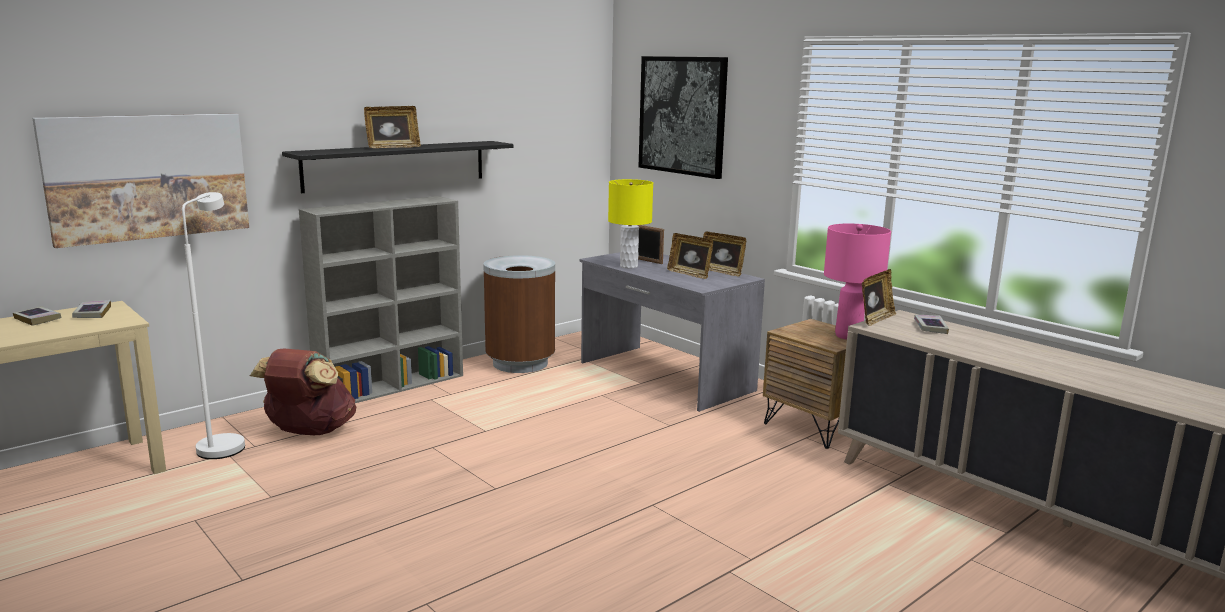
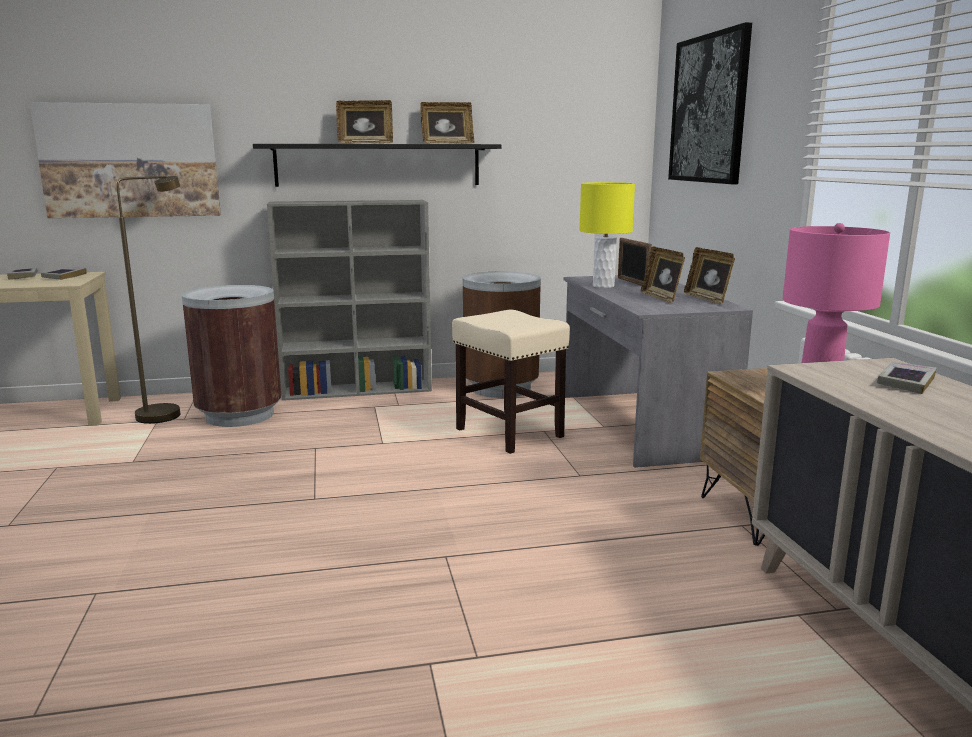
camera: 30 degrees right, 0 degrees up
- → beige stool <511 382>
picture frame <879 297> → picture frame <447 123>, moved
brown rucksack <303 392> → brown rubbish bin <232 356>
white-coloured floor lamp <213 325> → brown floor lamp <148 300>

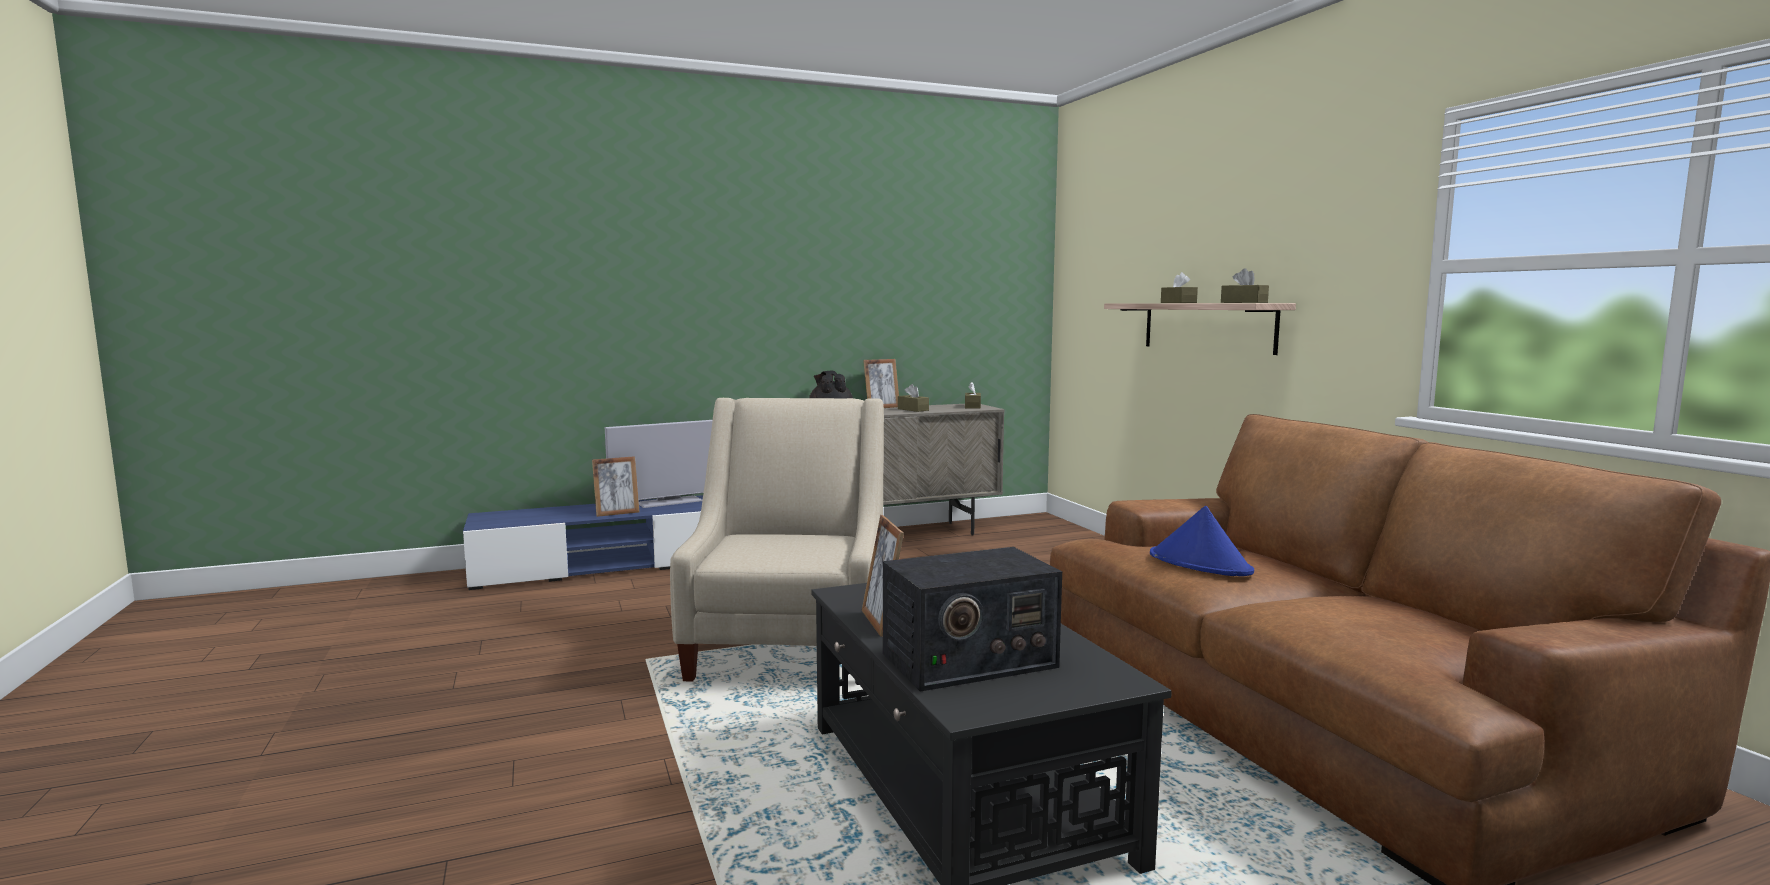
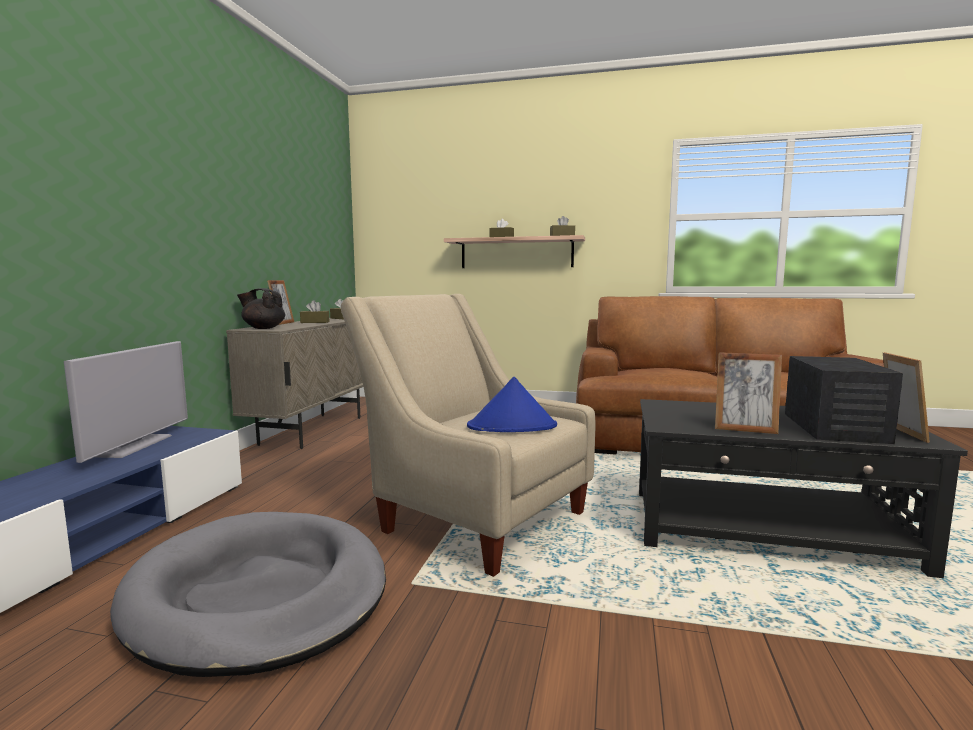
camera: 55 degrees left, 0 degrees up
- → grey pet bed <248 594>
picture frame <616 486> → picture frame <906 397>, moved
blue clothing hat <1202 541> → blue clothing hat <512 404>, moved

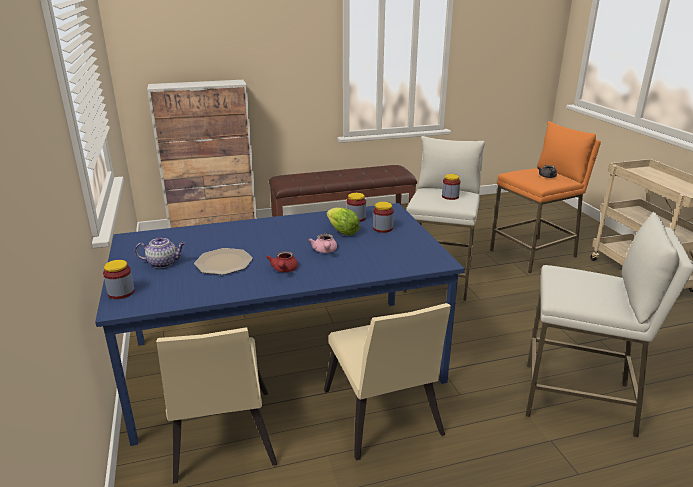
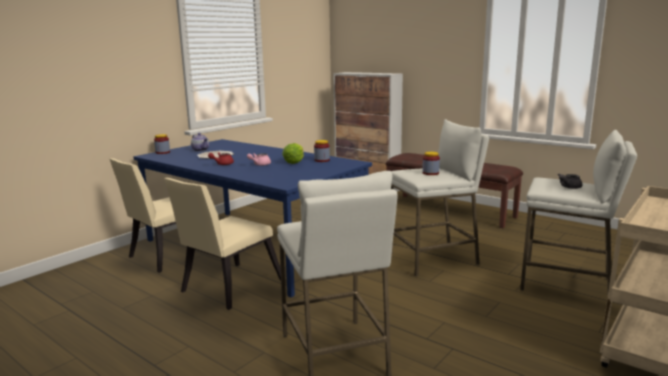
camera: 55 degrees right, 10 degrees down
jar <383 217> → -
orangey stool <545 197> → white-coloured stool <578 218>

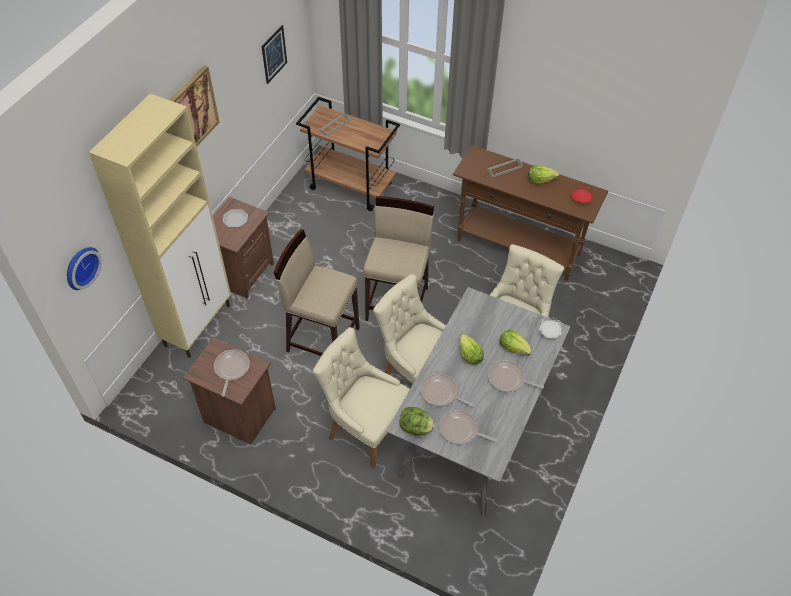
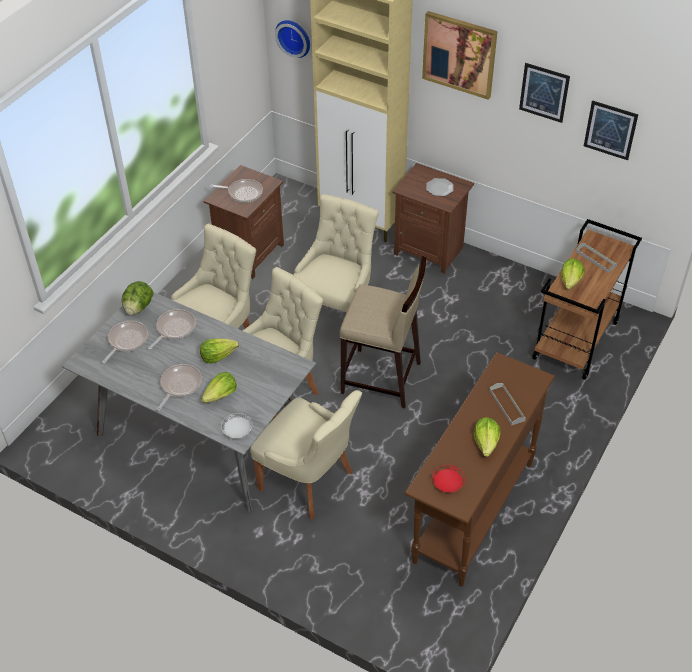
camera: 95 degrees right, 5 degrees down
- → wall art <544 93>
- → lettuce head <573 273>
beige stool <317 292> → beige upright chair <336 269>

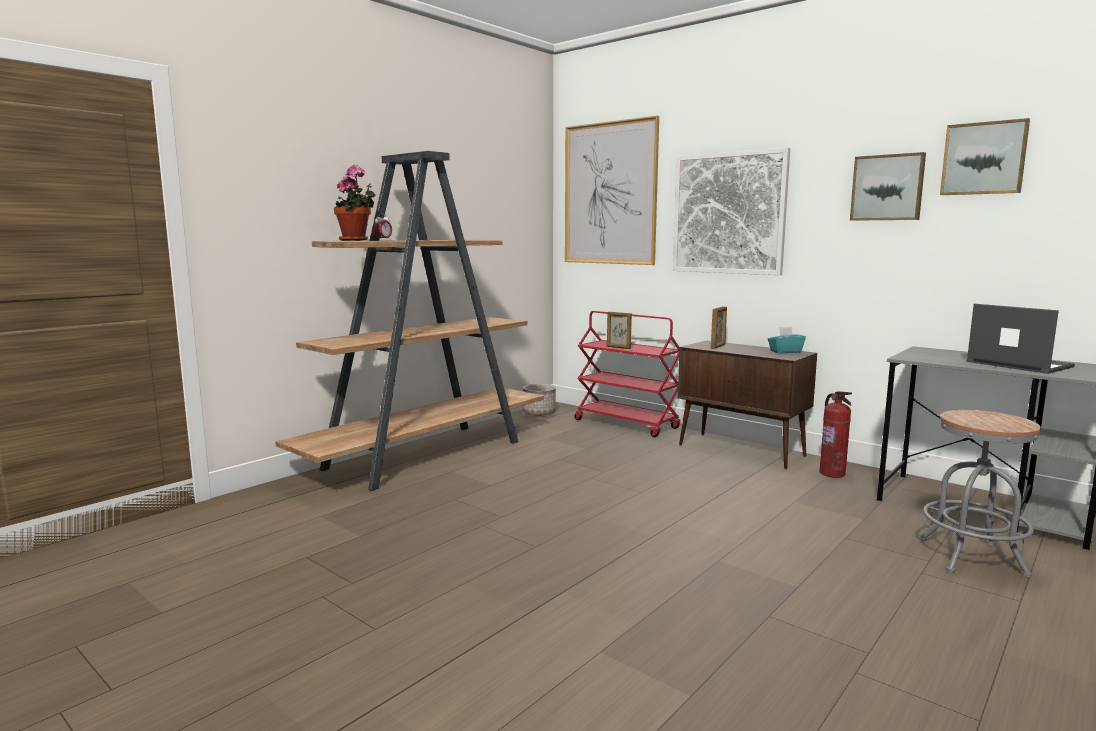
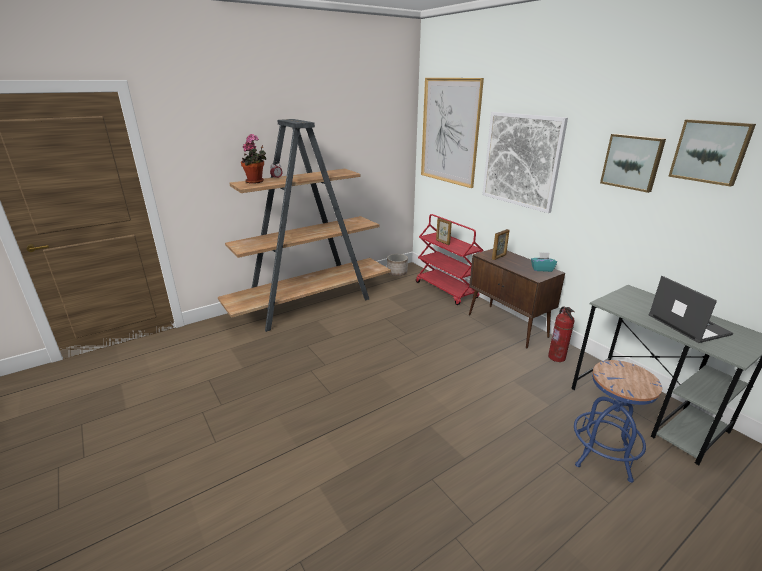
camera: 15 degrees right, 15 degrees up
grey stool <980 493> → blue stool <618 421>

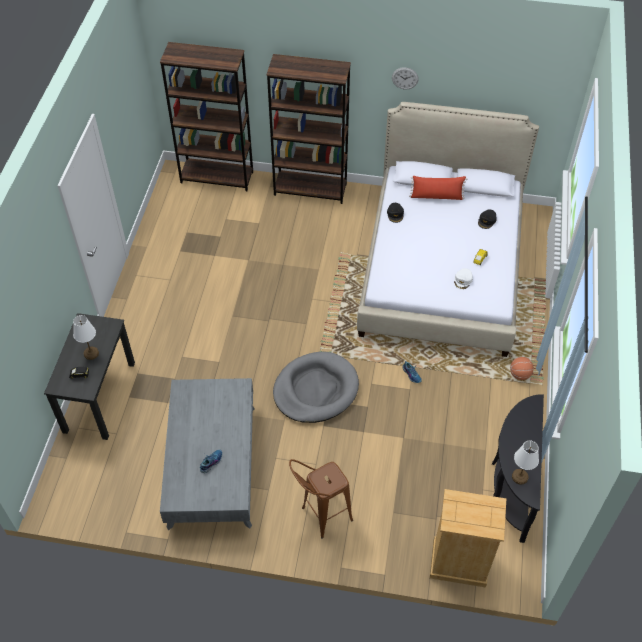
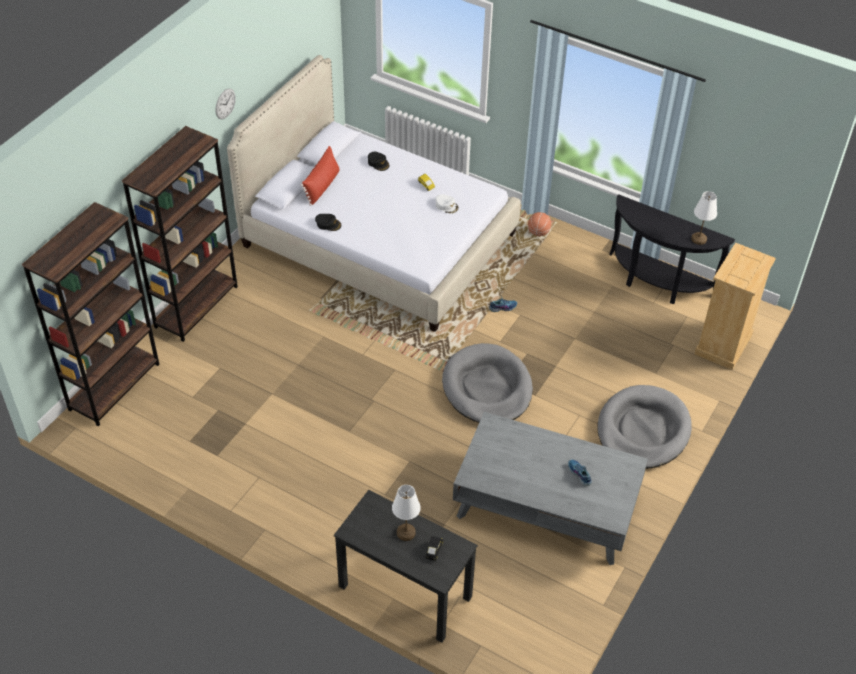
camera: 70 degrees left, 5 degrees down
brown stool <321 498> → grey pet bed <645 427>

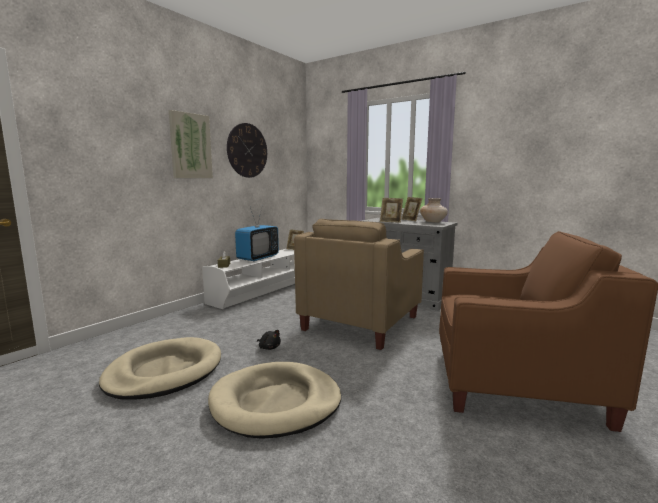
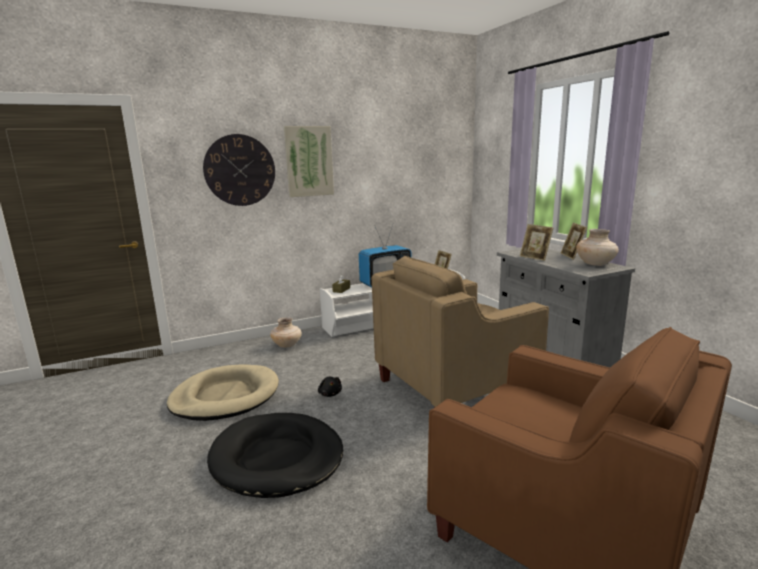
camera: 30 degrees right, 5 degrees up
- → beige flower vase <286 332>
wall clock <247 150> → wall clock <239 170>, moved
beige pet bed <274 400> → black-coloured pet bed <275 455>

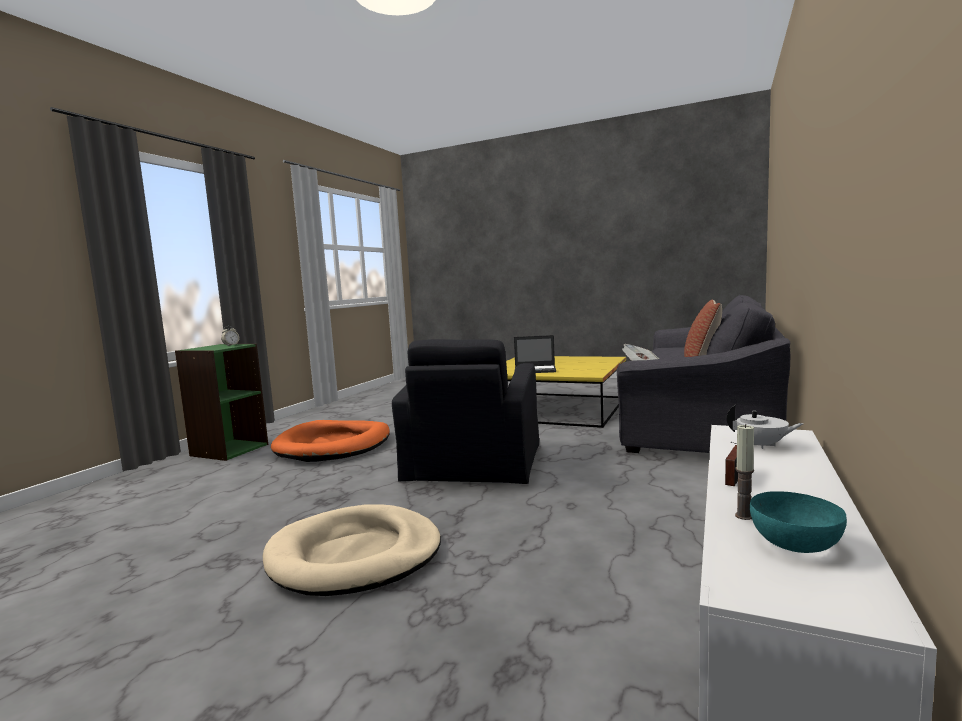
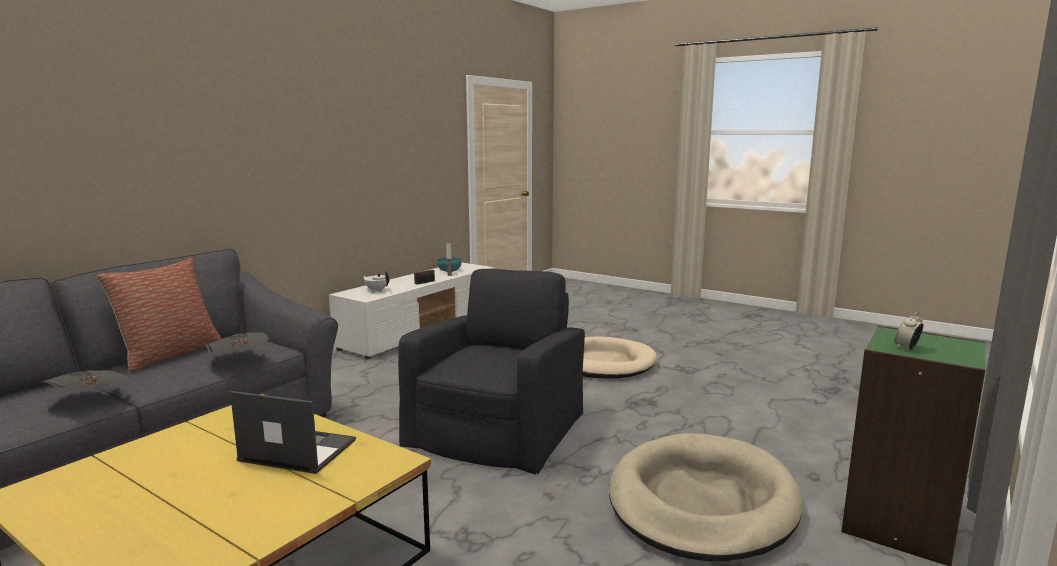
camera: 170 degrees left, 5 degrees up
- → printed paper <85 379>
orangey pet bed <330 441> → beige pet bed <706 497>

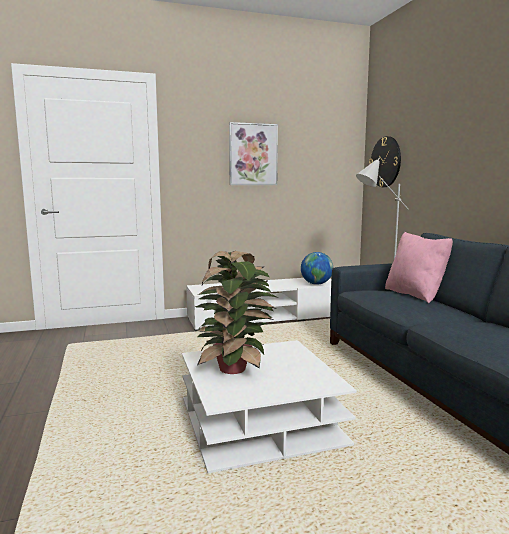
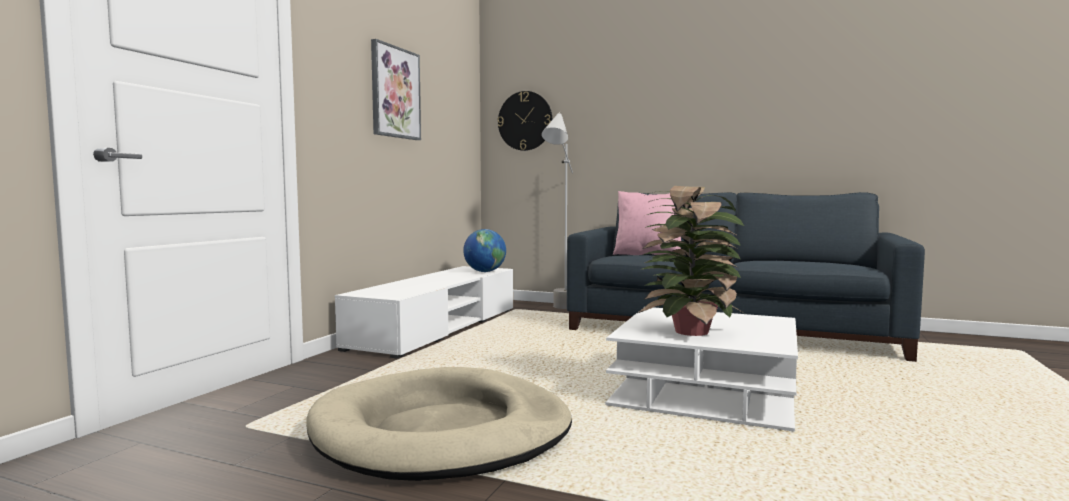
camera: 50 degrees left, 5 degrees down
- → beige pet bed <439 424>

